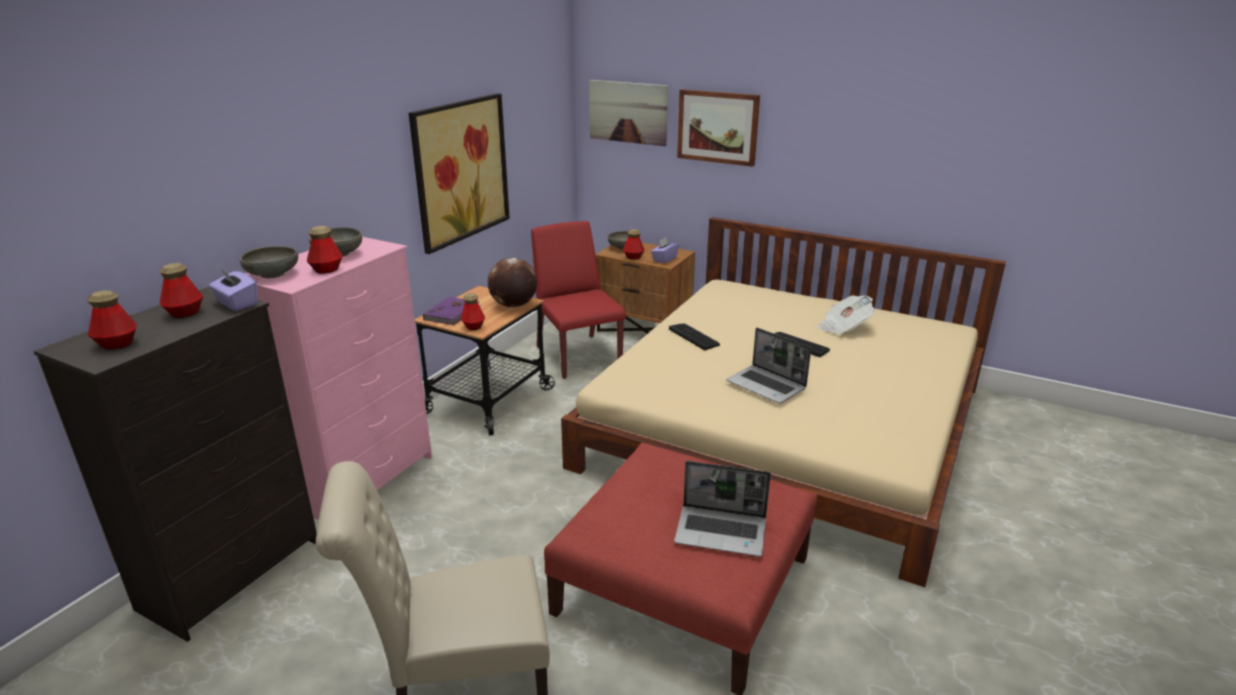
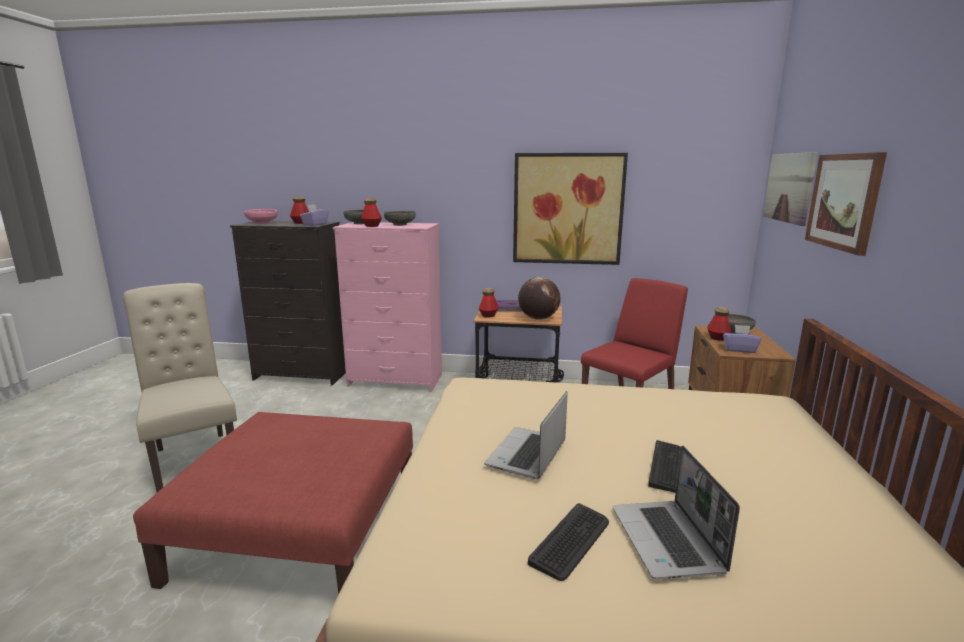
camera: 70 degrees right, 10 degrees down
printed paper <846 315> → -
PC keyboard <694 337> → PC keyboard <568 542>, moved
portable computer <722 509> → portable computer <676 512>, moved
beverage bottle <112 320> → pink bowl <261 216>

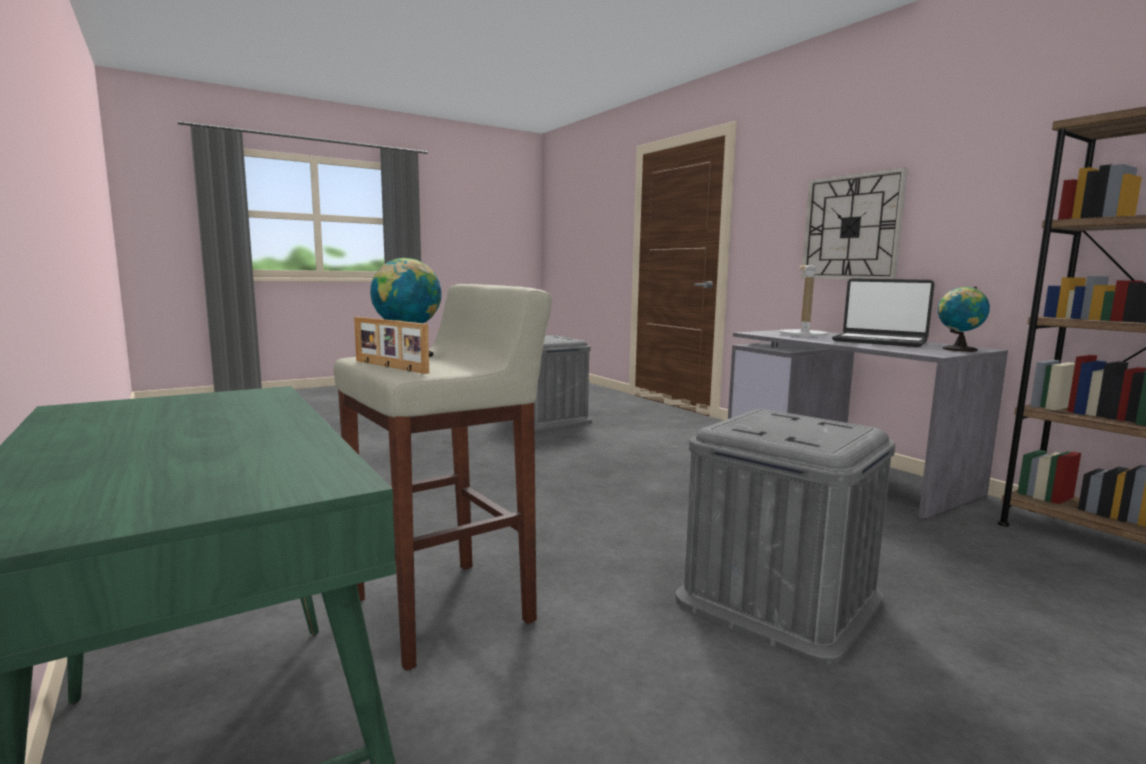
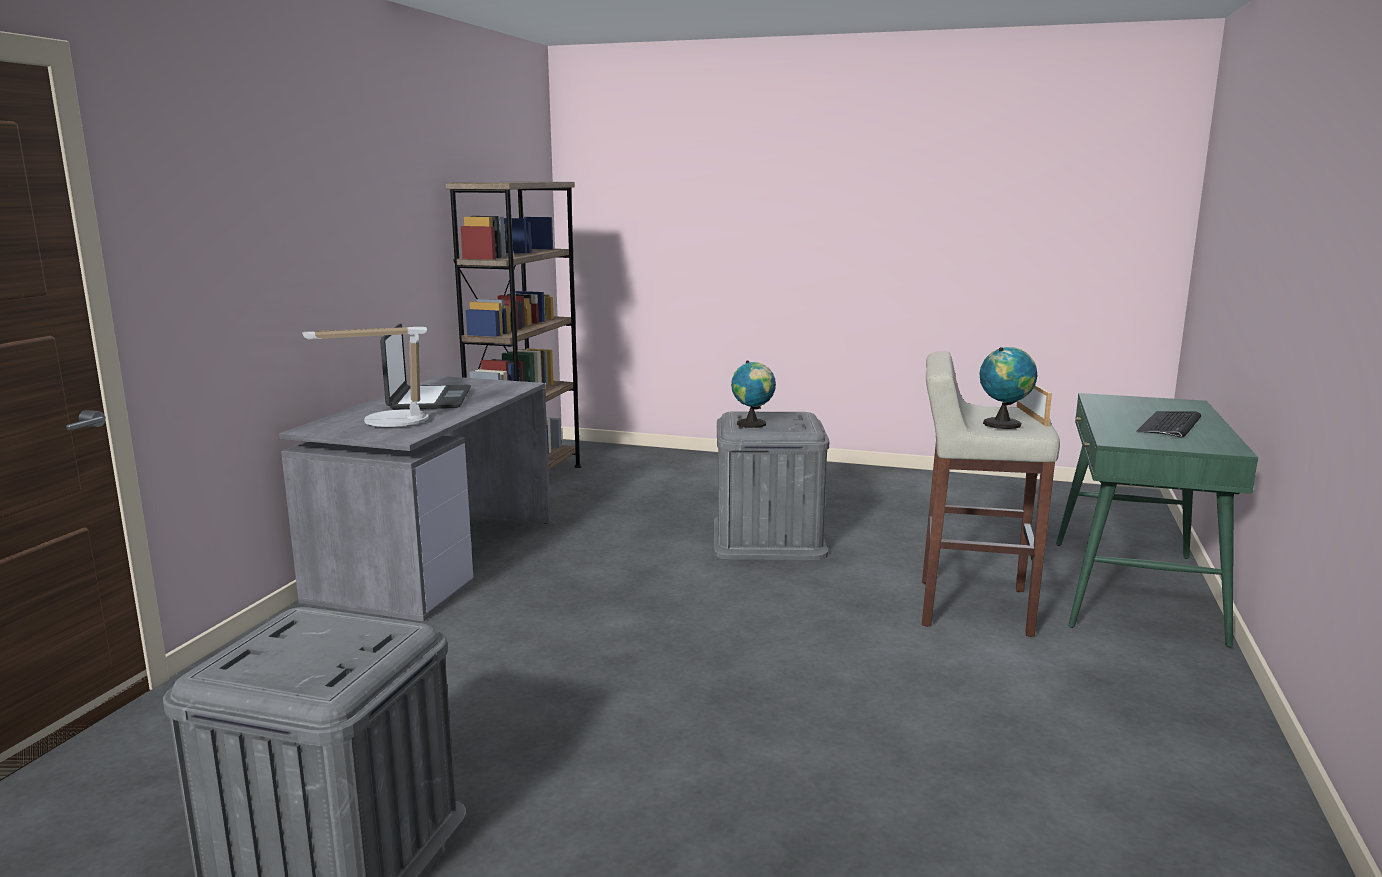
camera: 130 degrees left, 5 degrees up
wall clock <854 223> → -
- → PC keyboard <1169 424>
globe <964 319> → globe <753 394>, moved

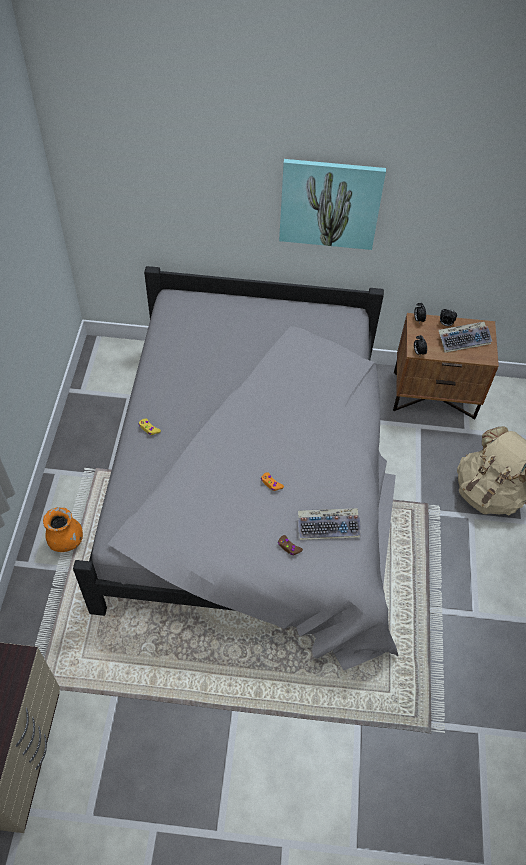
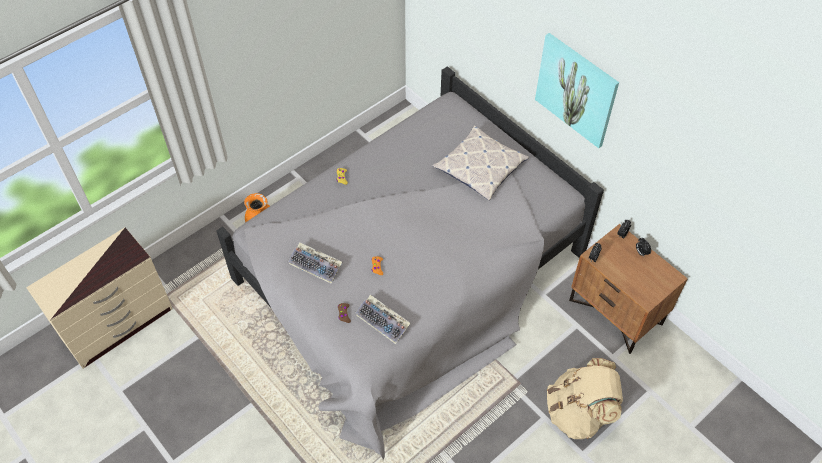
camera: 45 degrees right, 0 degrees up
- → cushion <480 163>
PC keyboard <466 337> → PC keyboard <315 263>, moved

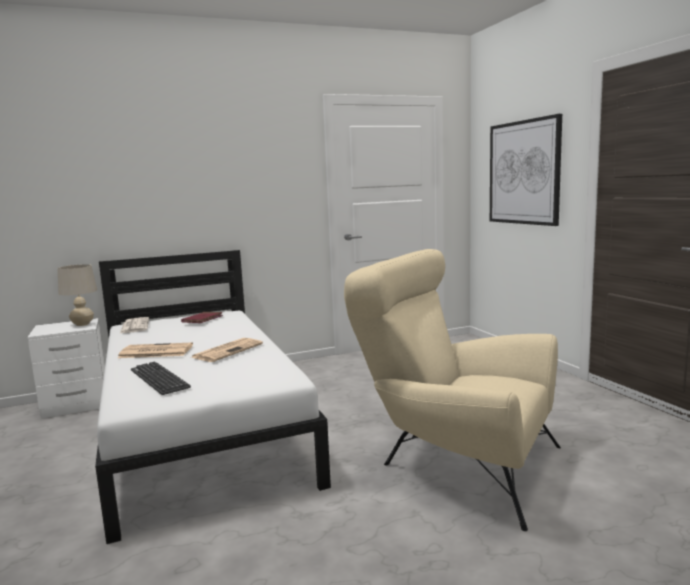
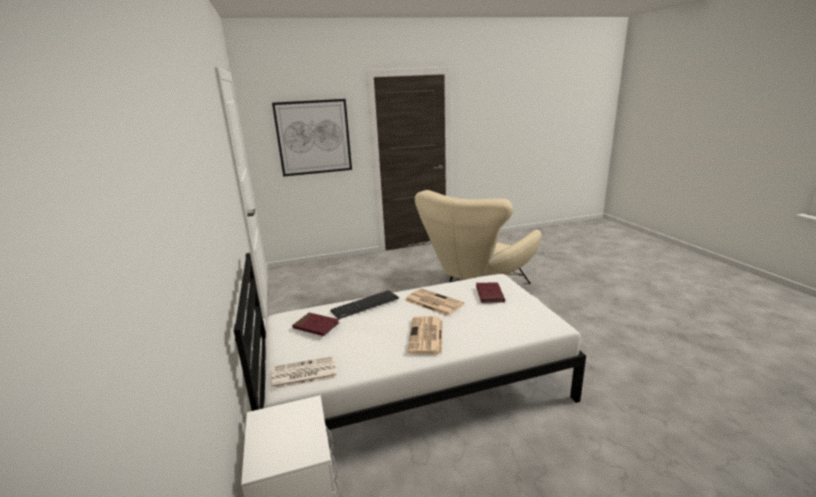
camera: 85 degrees left, 10 degrees up
beige lamp for a table <77 295> → -
- → red bound book <490 293>
PC keyboard <161 378> → PC keyboard <364 304>, moved

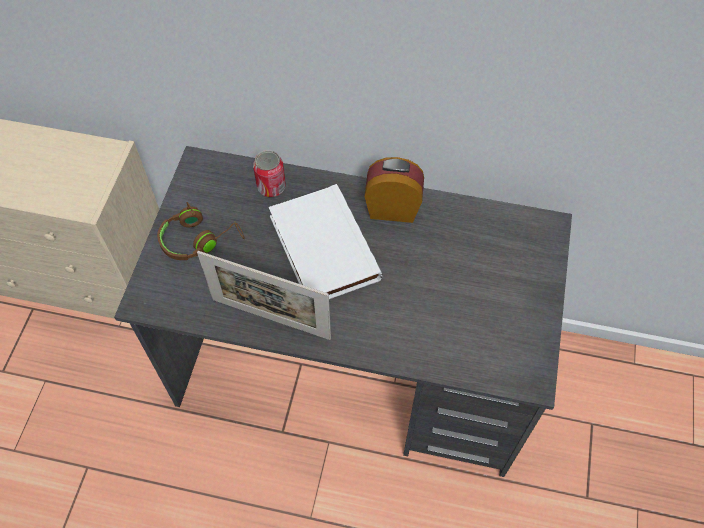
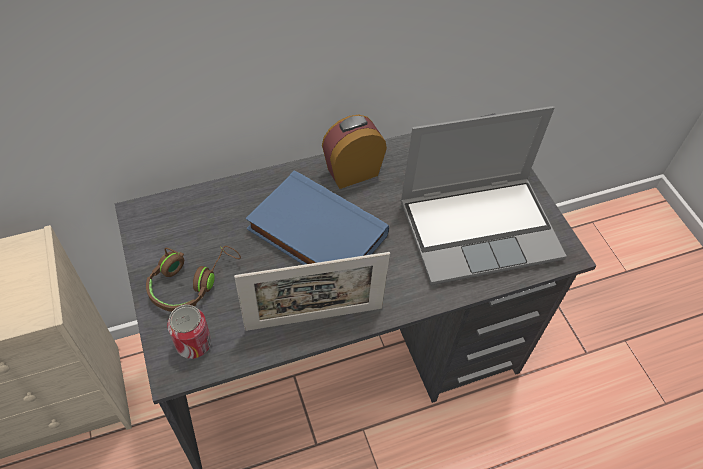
camera: 35 degrees left, 5 degrees down
- → portable computer <483 195>
sealed can <269 173> → sealed can <189 332>, moved
white-coloured bound book <325 241> → blue bound book <317 217>

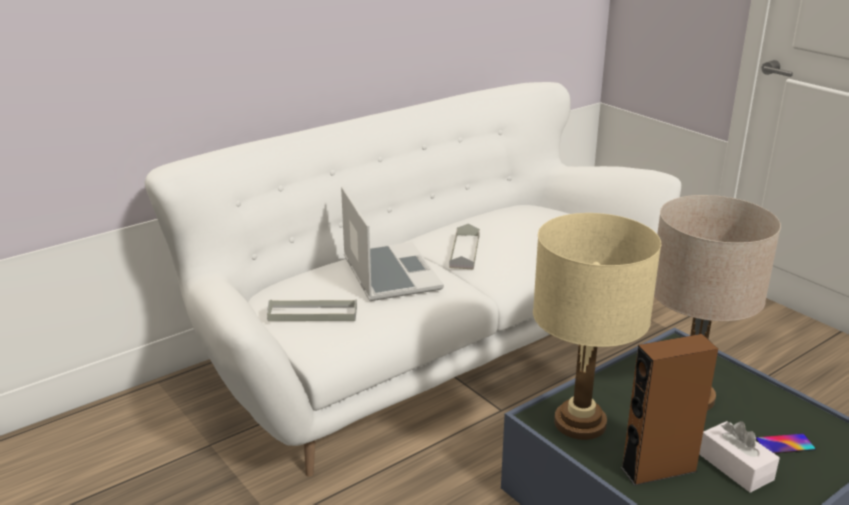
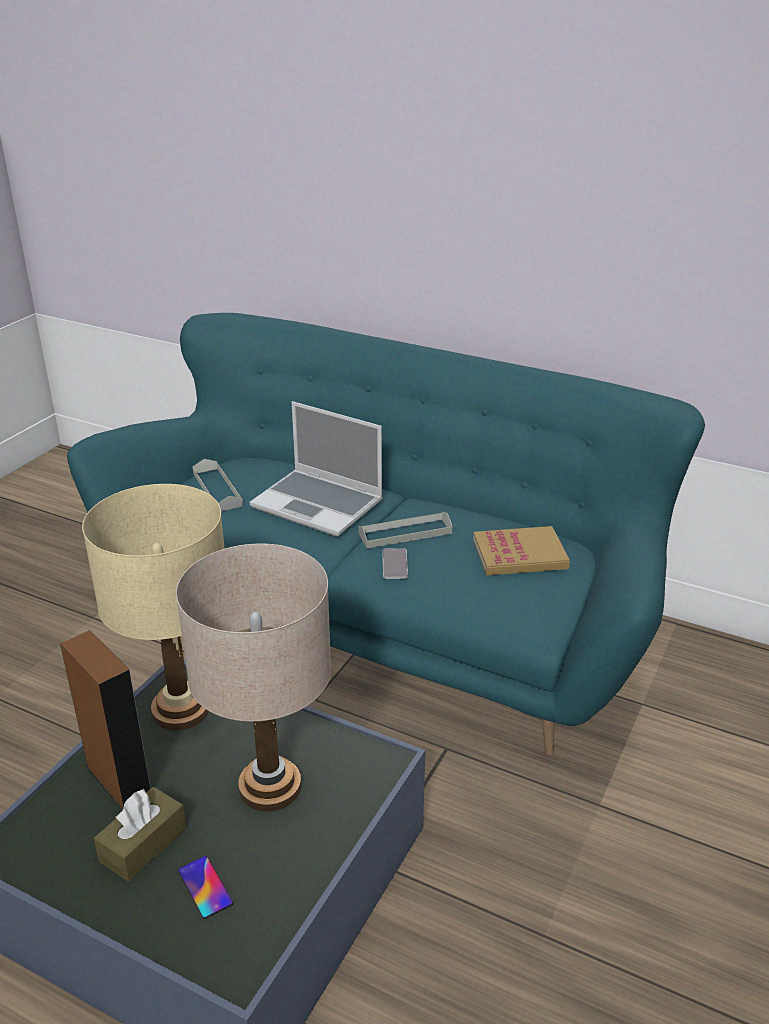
camera: 65 degrees right, 5 degrees up
- → telephone <395 563>
- → bound book <521 550>
white-coloured settee <412 279> → turquoise settee <386 534>
white-coloured tissue box <739 457> → brown tissue box <140 834>
portable computer <392 243> → portable computer <316 469>, 75 degrees clockwise

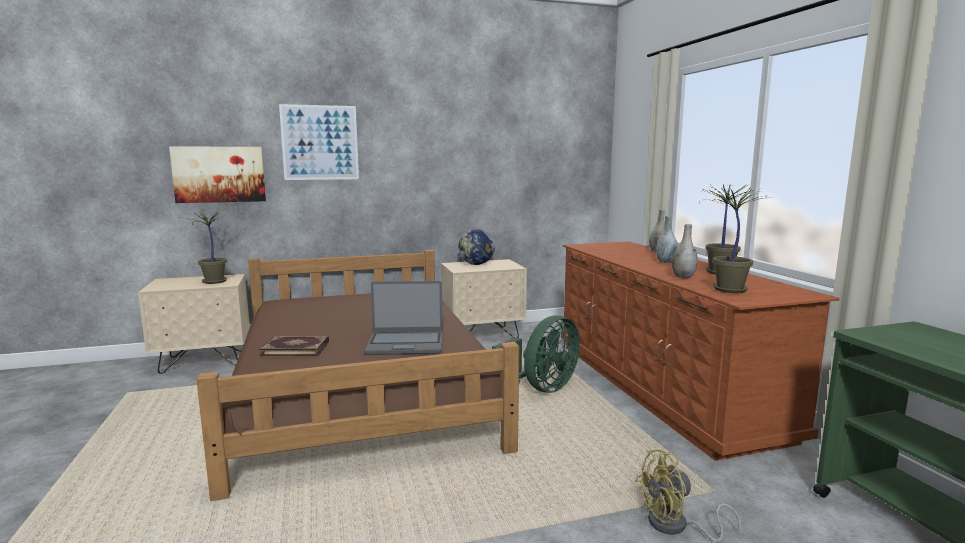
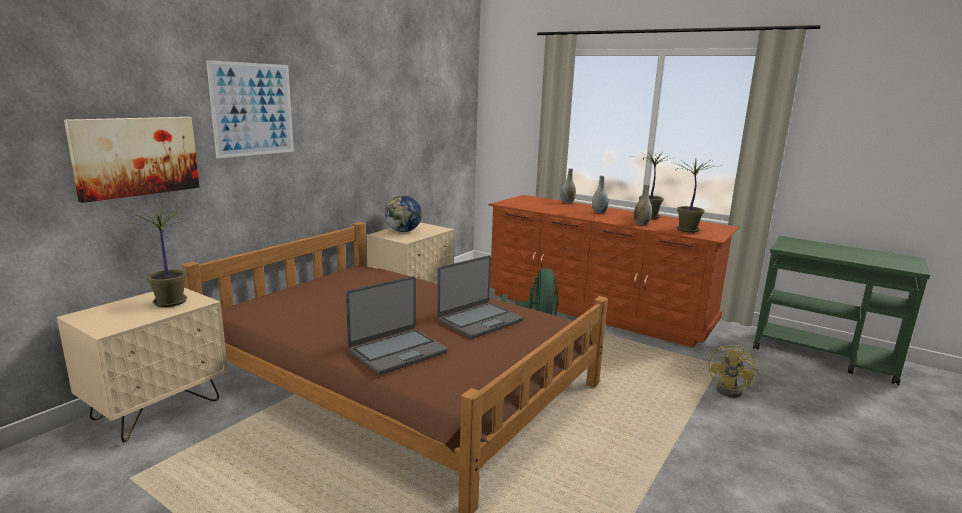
camera: 40 degrees left, 5 degrees up
bound book <294 346> → portable computer <397 325>

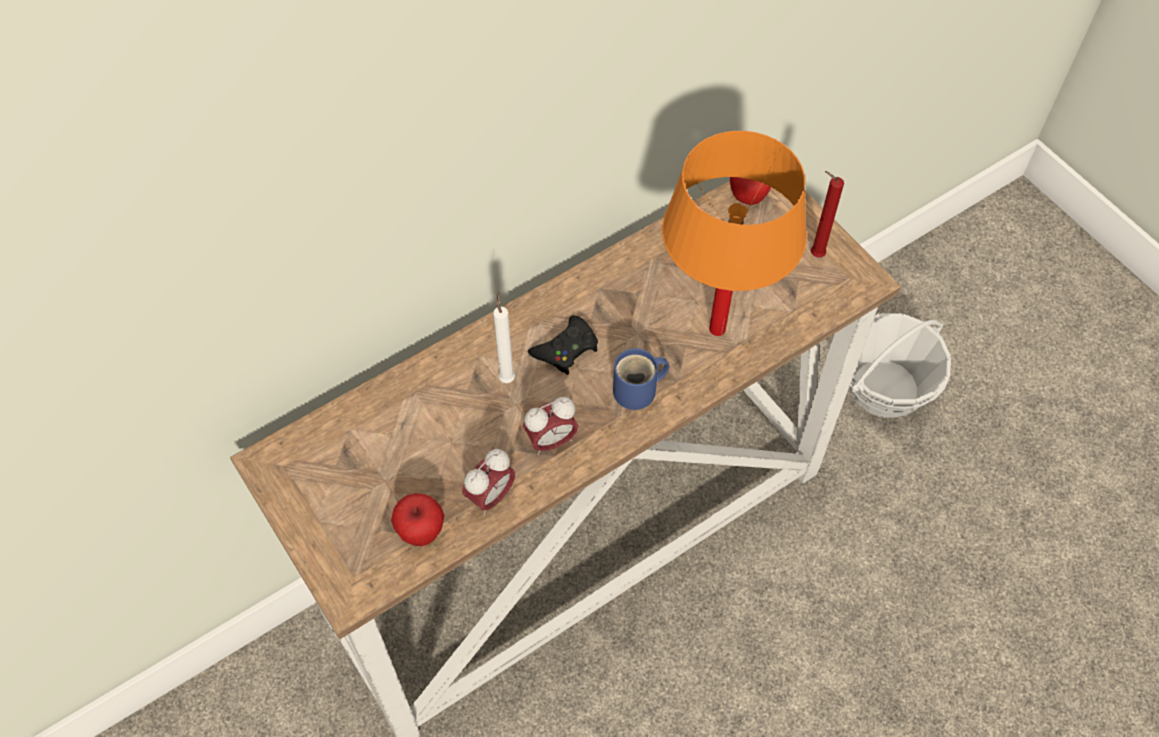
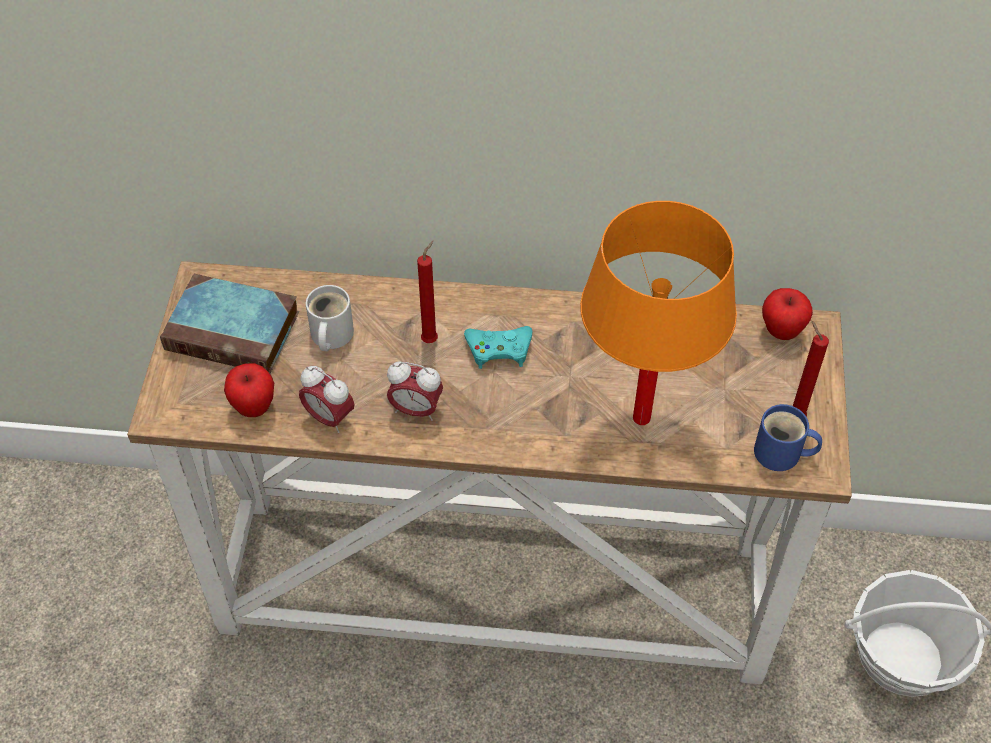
camera: 40 degrees right, 5 degrees down
- → bound book <229 323>
- → white-coloured coffee mug <330 318>
blue coffee mug <641 379> → blue coffee mug <788 437>, moved
white-coloured wax light <504 337> → red wax light <427 292>
black-coloured gamepad <563 345> → turquoise gamepad <498 347>
bedside clock <488 482> → bedside clock <326 399>, 45 degrees clockwise

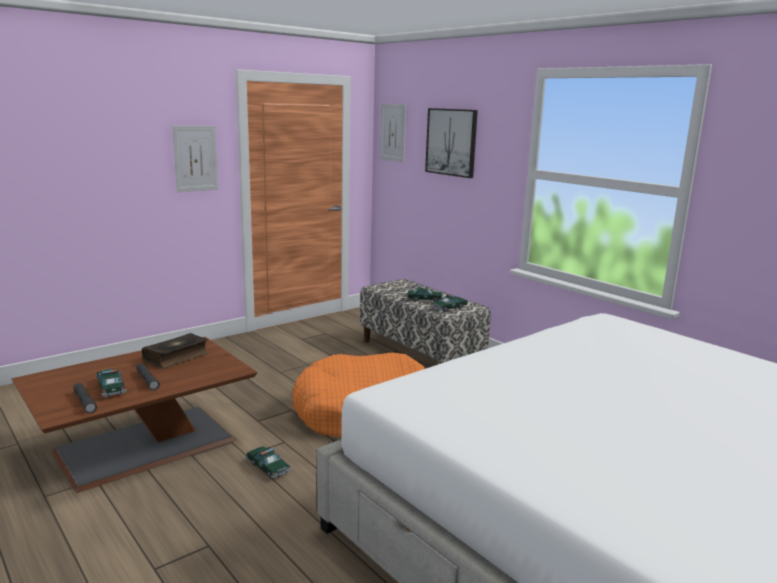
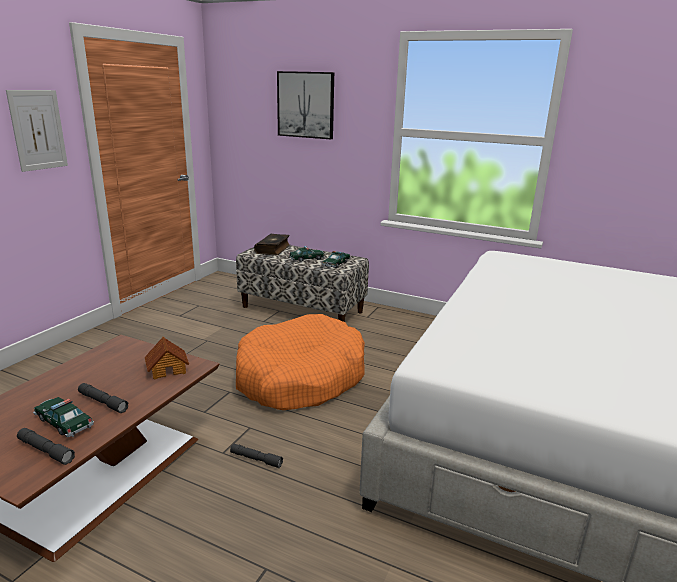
camera: 25 degrees left, 5 degrees up
wall art <393 133> → -
- → miniature house <167 358>
bound book <175 351> → bound book <272 244>, moved
model car <268 462> → grey flashlight <256 456>

